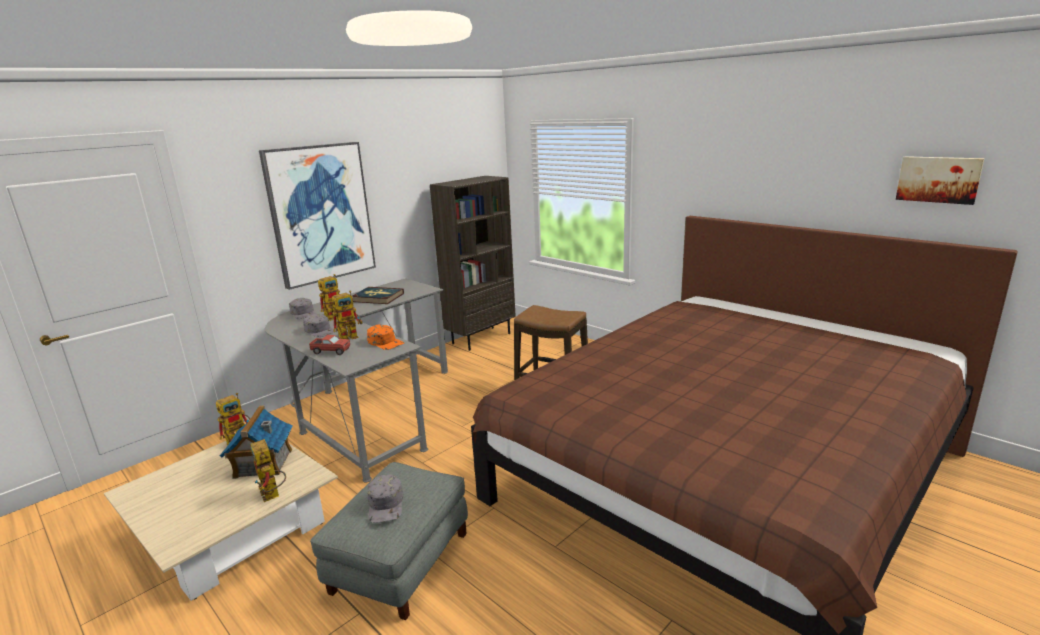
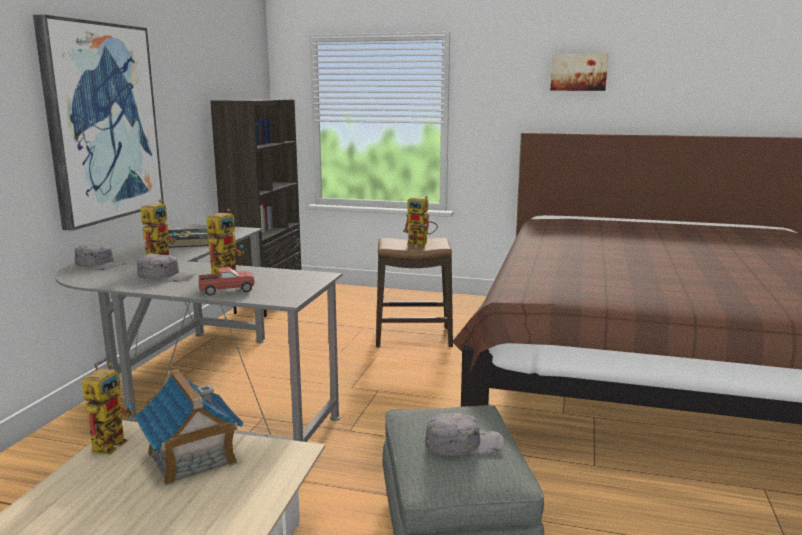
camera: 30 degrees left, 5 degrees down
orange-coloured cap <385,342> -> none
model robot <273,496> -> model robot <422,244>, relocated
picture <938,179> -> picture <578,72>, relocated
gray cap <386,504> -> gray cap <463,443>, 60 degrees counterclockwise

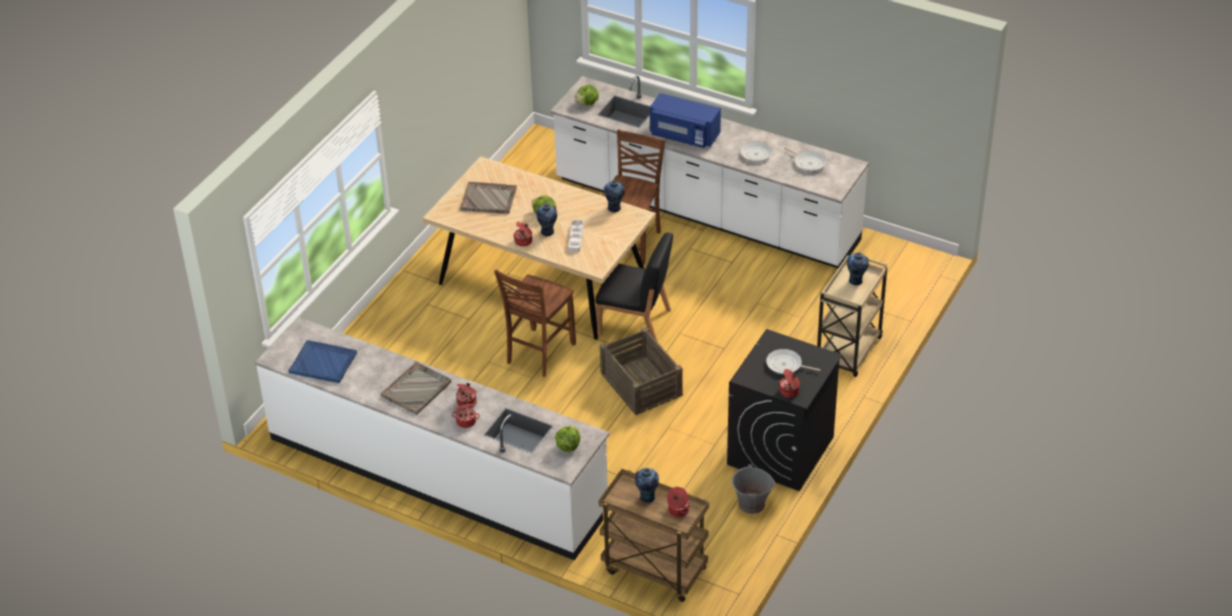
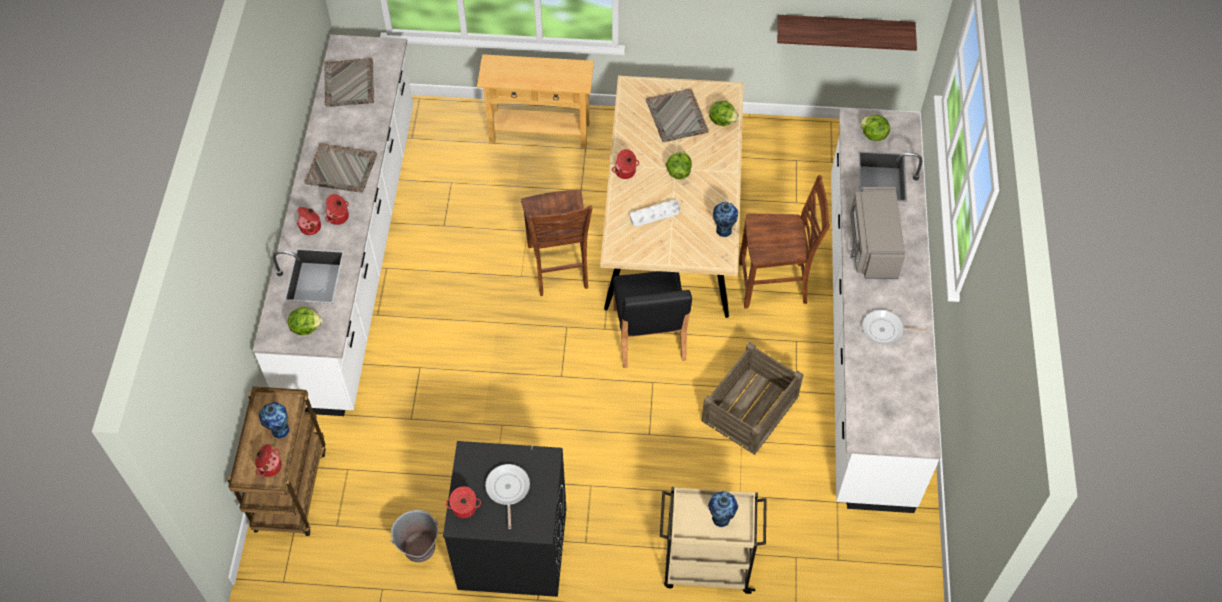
camera: 65 degrees right, 15 degrees up
decorative vase <547,232> -> none
frying pan <808,162> -> none
none -> beige narrow table <539,132>
none -> lettuce <722,120>
none -> bracket shelf <844,29>
crate <641,384> -> crate <749,408>, relocated
blue carrying tray <323,363> -> gray carrying tray <349,84>
blue microwave <684,135> -> gray microwave <872,246>
brownish chair <538,354> -> brownish chair <559,268>, 105 degrees counterclockwise

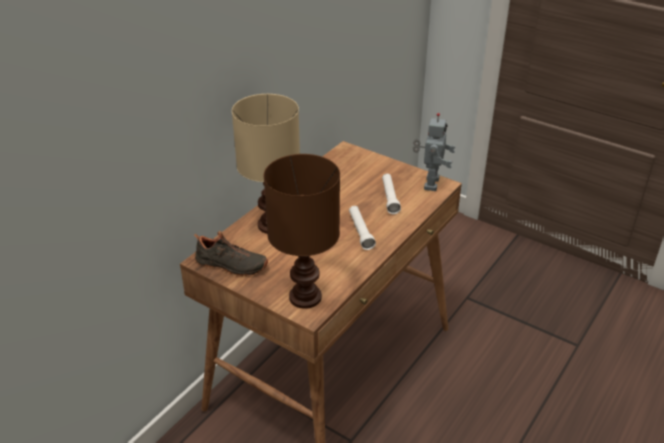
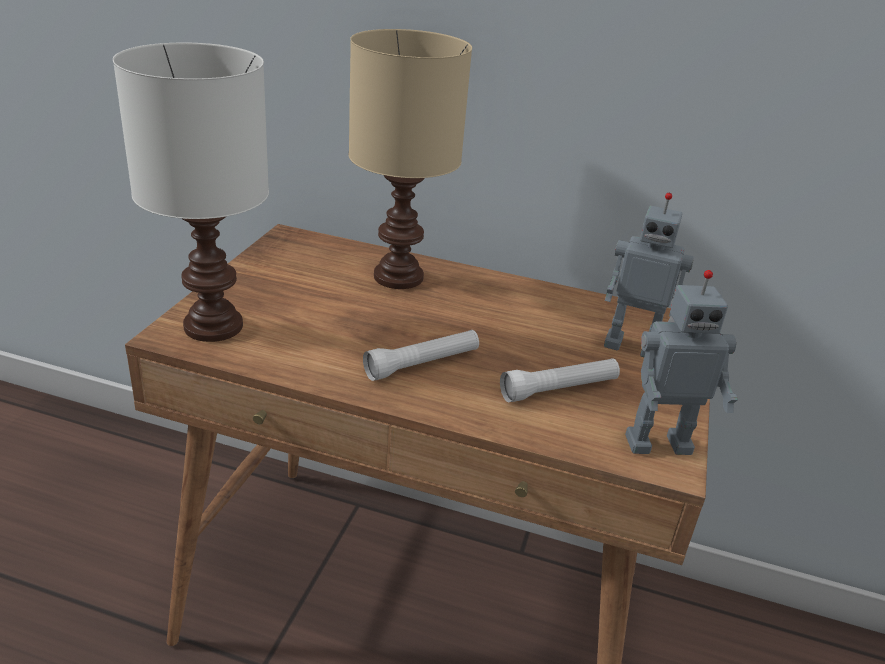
camera: 70 degrees right, 5 degrees down
black-coloured shoe <230,266> -> none
none -> model robot <631,346>
brownish lamp for a table <306,297> -> white lamp for a table <213,327>

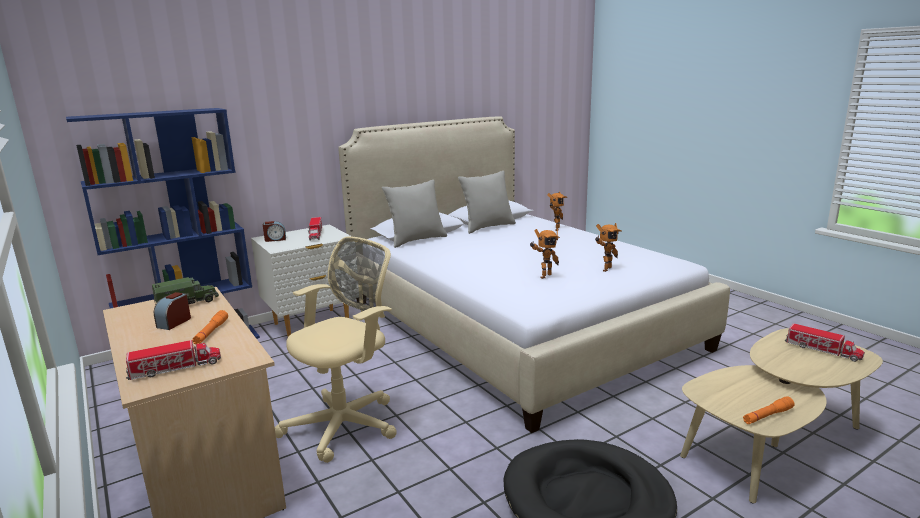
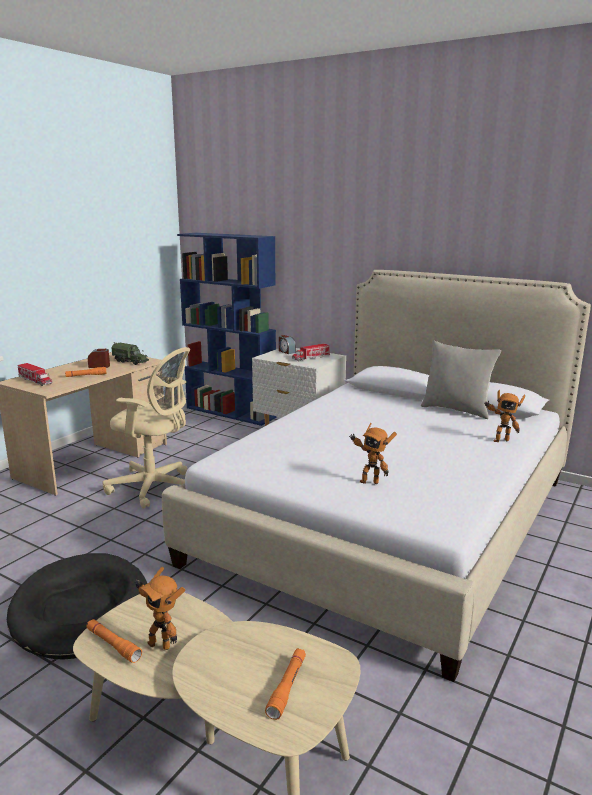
camera: 65 degrees right, 0 degrees up
gray throw pillow <416,240> -> none
model robot <544,276> -> model robot <160,644>, relocated
toy truck <822,350> -> orange-coloured hand torch <287,687>

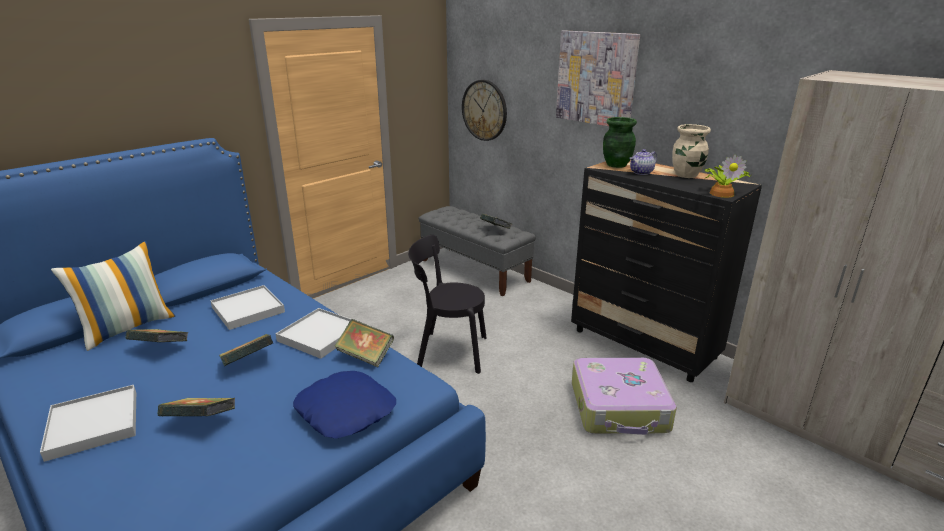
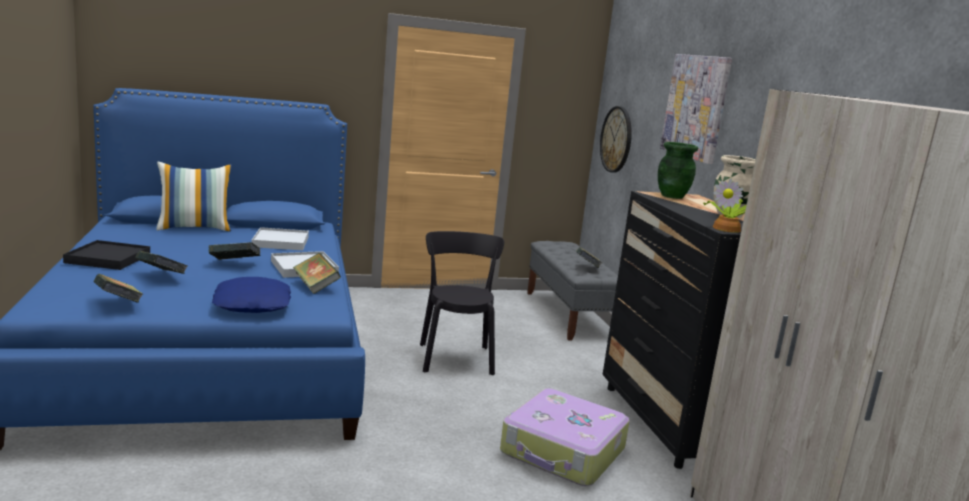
camera: 30 degrees right, 10 degrees down
teapot <641,172> -> none
volume <161,349> -> volume <118,304>, relocated
white carrying tray <93,425> -> black-coloured carrying tray <108,258>
black-coloured chair <448,352> -> black-coloured chair <456,357>, 45 degrees clockwise

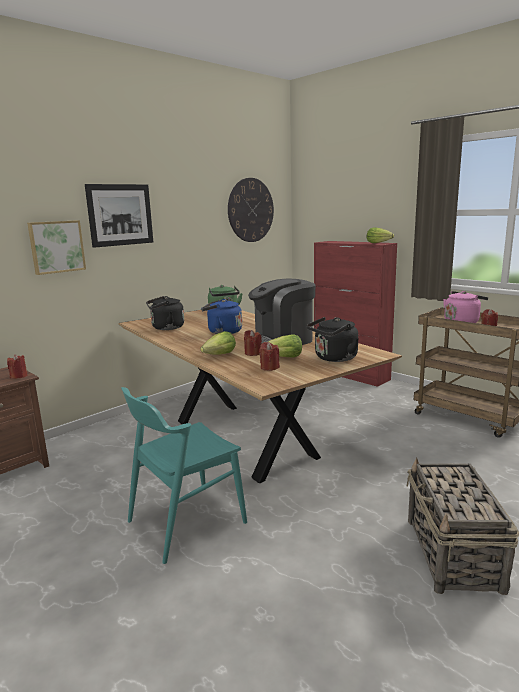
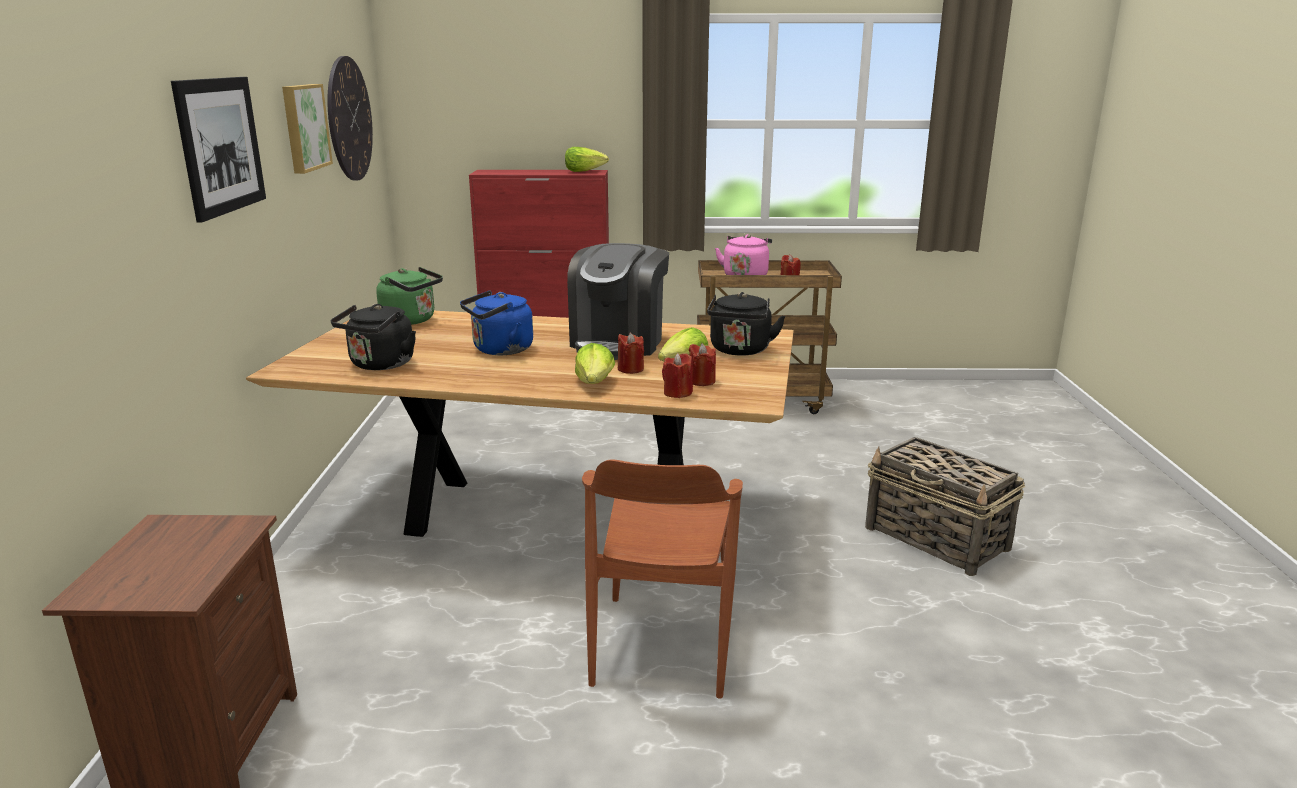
camera: 45 degrees left, 5 degrees up
red wax candle <19,376> -> red wax candle <677,393>, relocated
picture <56,246> -> picture <304,127>, relocated
blue-green chair <186,521> -> brownish chair <663,644>

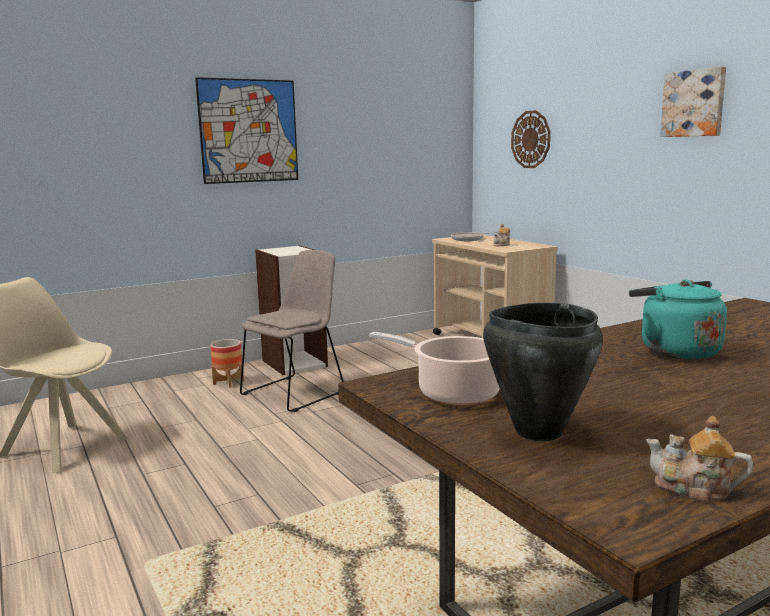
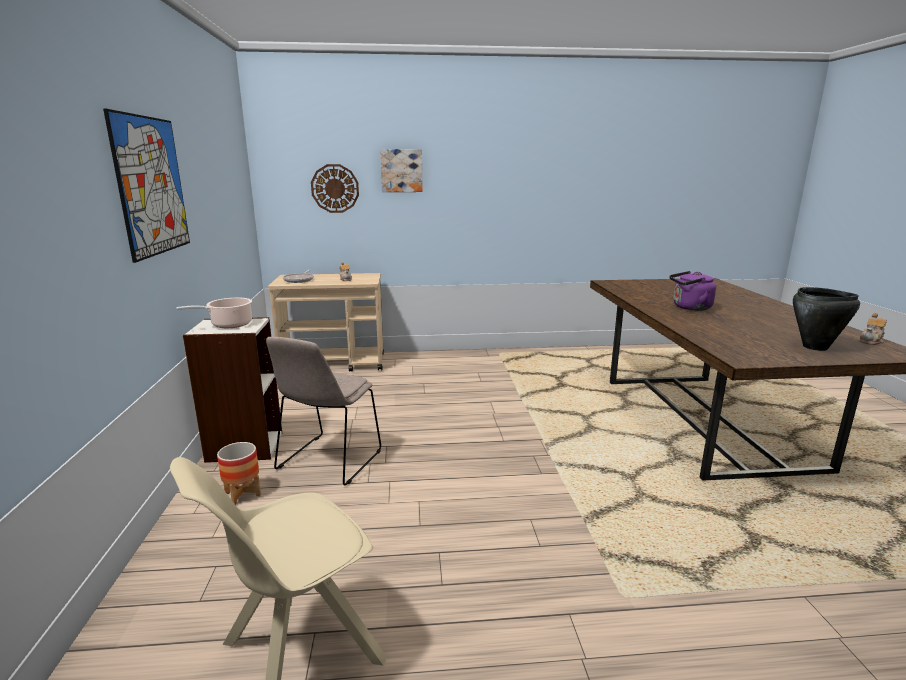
camera: 65 degrees left, 5 degrees up
saucepot <453,393> -> saucepot <229,325>, relocated
picture <694,103> -> picture <401,170>, relocated
blue-green water kettle <674,351> -> purple water kettle <689,308>
beige chair <295,392> -> beige chair <328,461>, 135 degrees counterclockwise

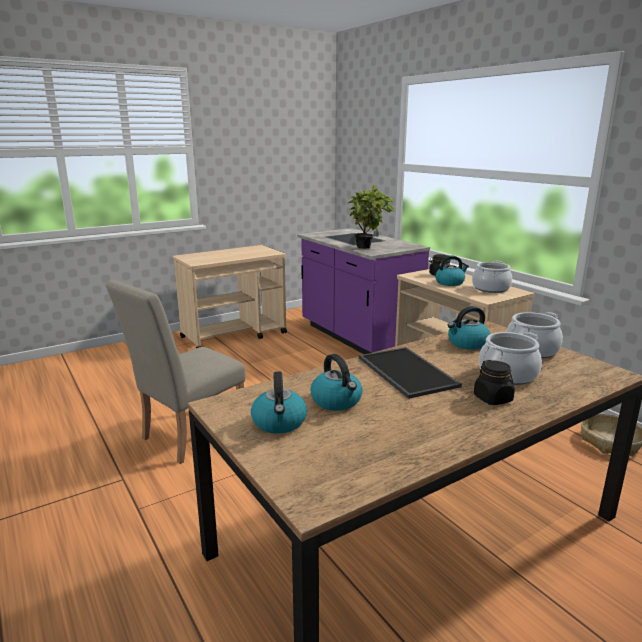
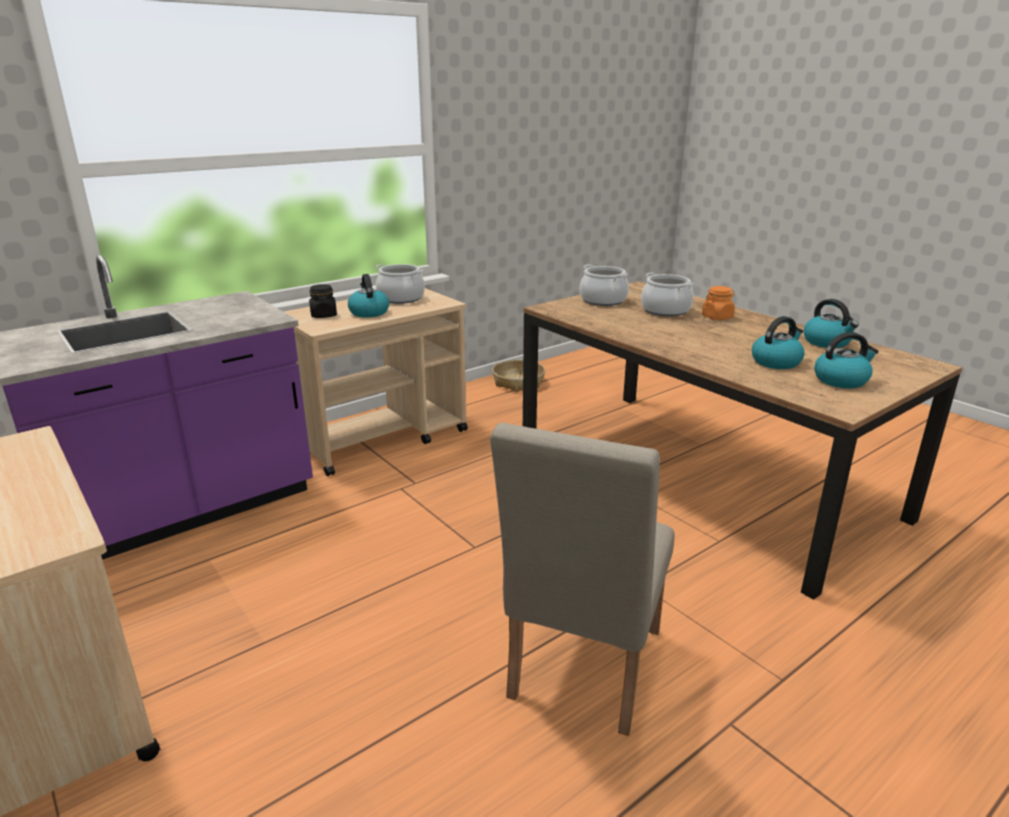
camera: 95 degrees left, 5 degrees up
plant in a pot <368,248> -> none
carrying tray <404,371> -> none
water kettle <467,344> -> water kettle <827,342>, relocated
black-coloured preserve jar <493,399> -> orange-coloured preserve jar <717,317>
beige chair <187,436> -> beige chair <581,672>, 75 degrees clockwise

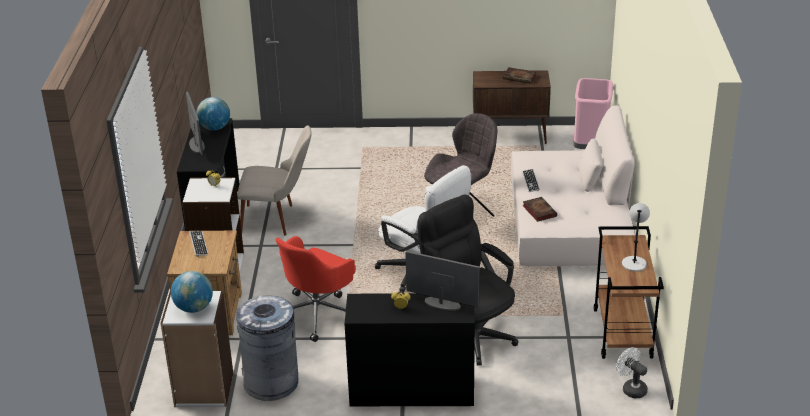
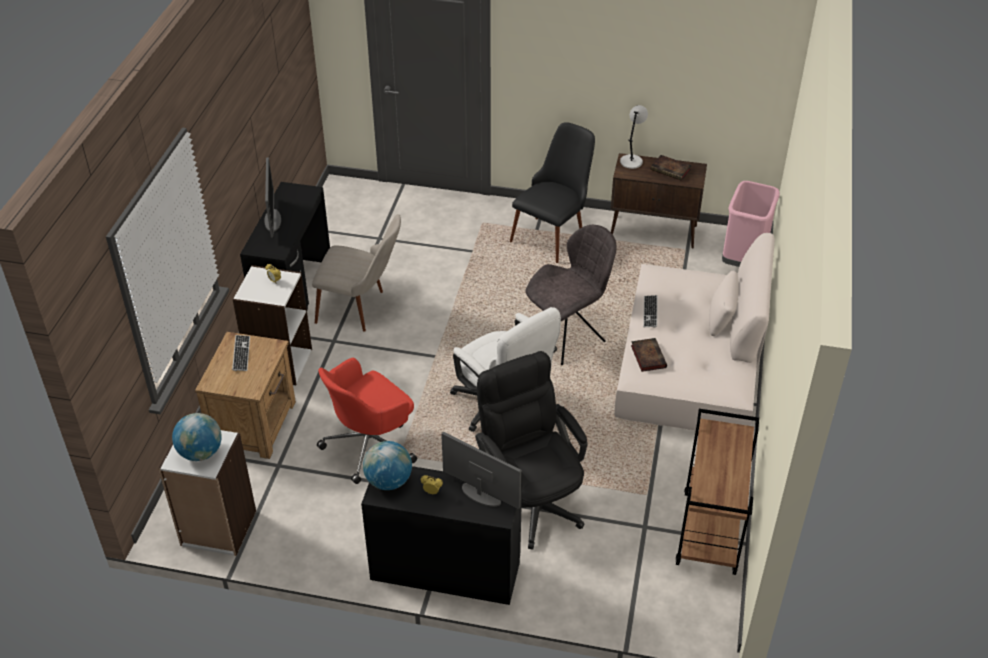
camera: 10 degrees right, 10 degrees up
gray waste bin <271,382> -> none
white fan <631,388> -> none
none -> black-coloured chair <553,233>
globe <214,128> -> globe <388,481>, relocated
gray lamp for a table <634,263> -> gray lamp for a table <631,161>, relocated

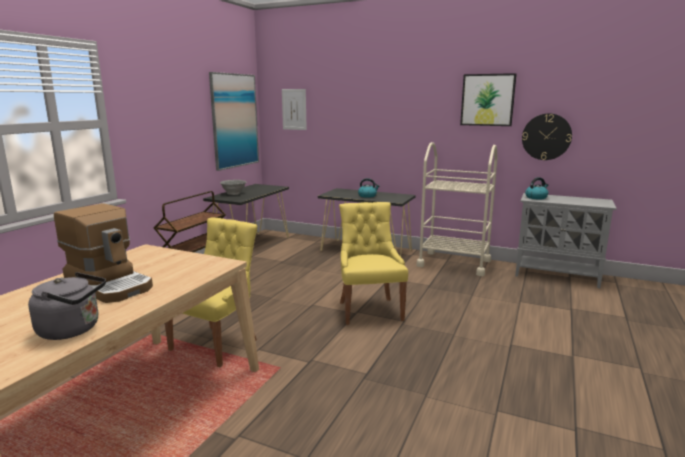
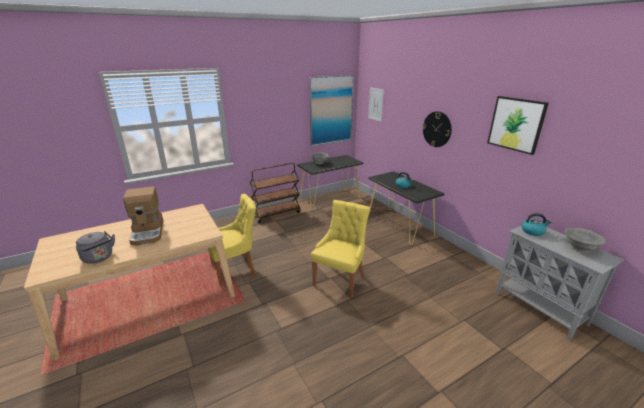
camera: 35 degrees right, 10 degrees up
beige wheeled cart <454,263> -> none
none -> gray serving bowl <579,248>
hanging clock <546,136> -> hanging clock <437,129>, relocated

